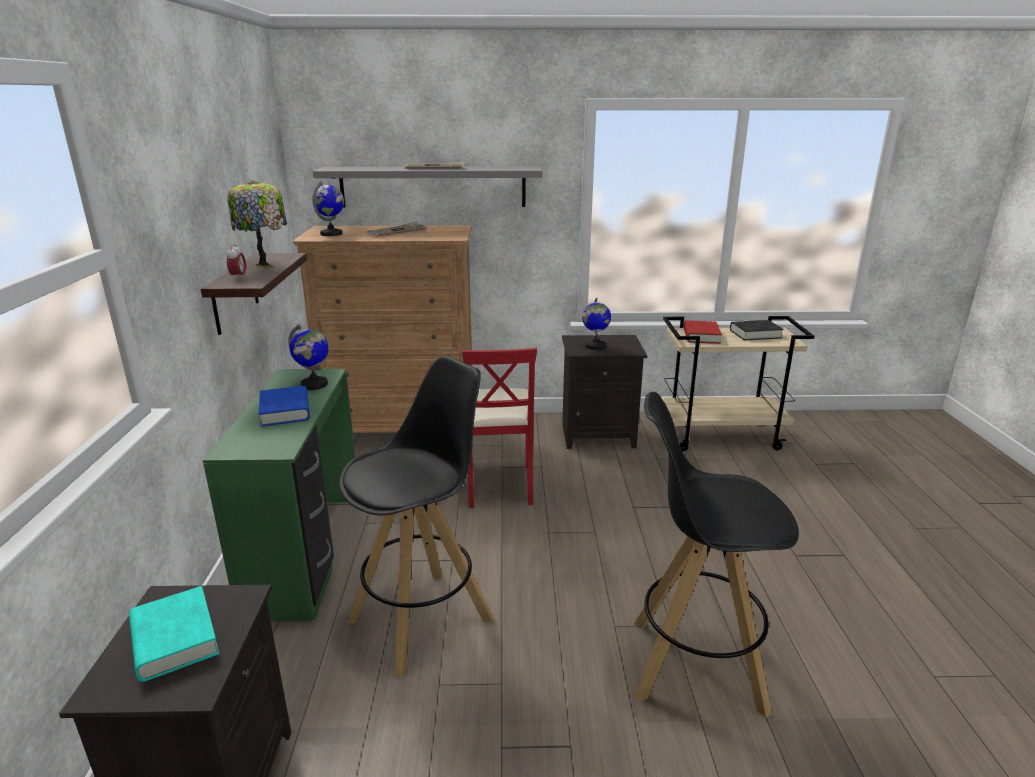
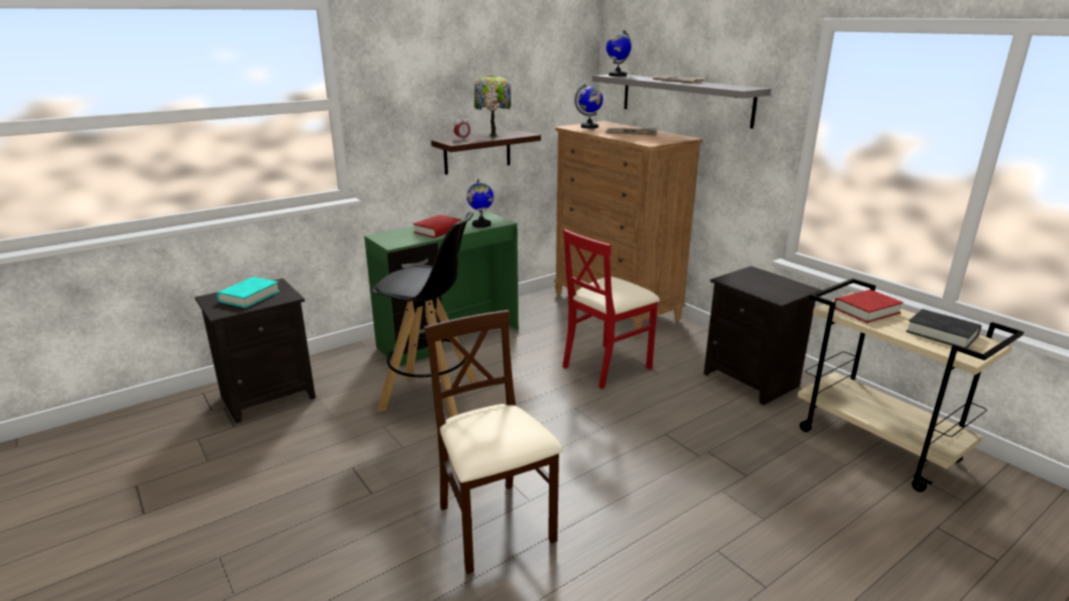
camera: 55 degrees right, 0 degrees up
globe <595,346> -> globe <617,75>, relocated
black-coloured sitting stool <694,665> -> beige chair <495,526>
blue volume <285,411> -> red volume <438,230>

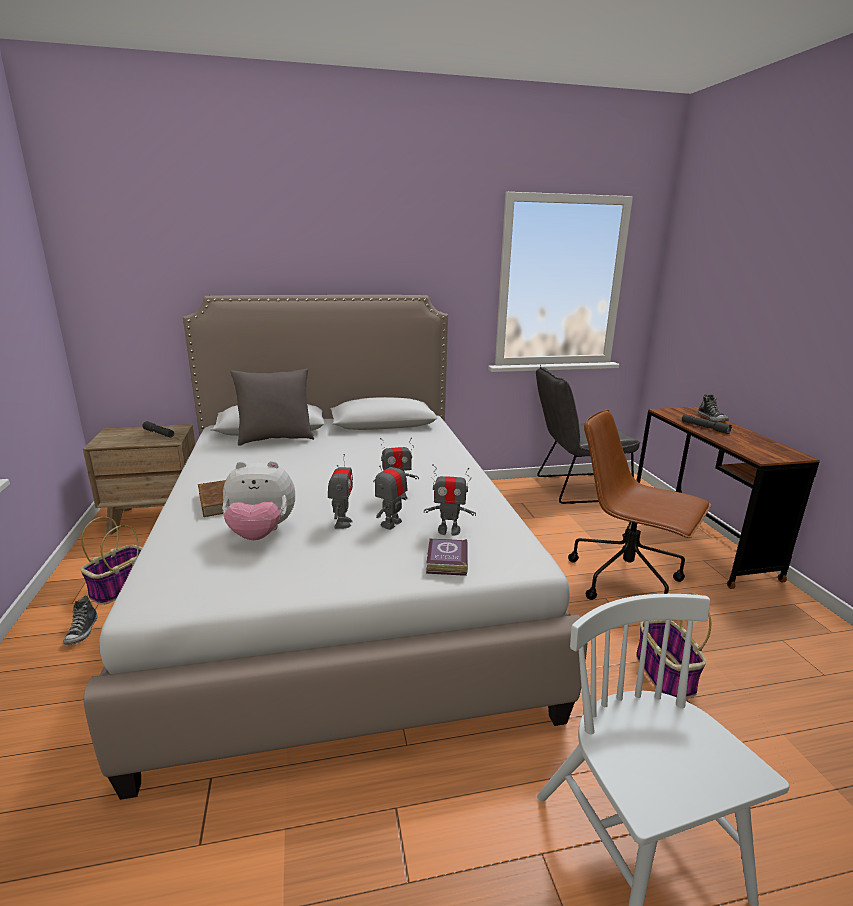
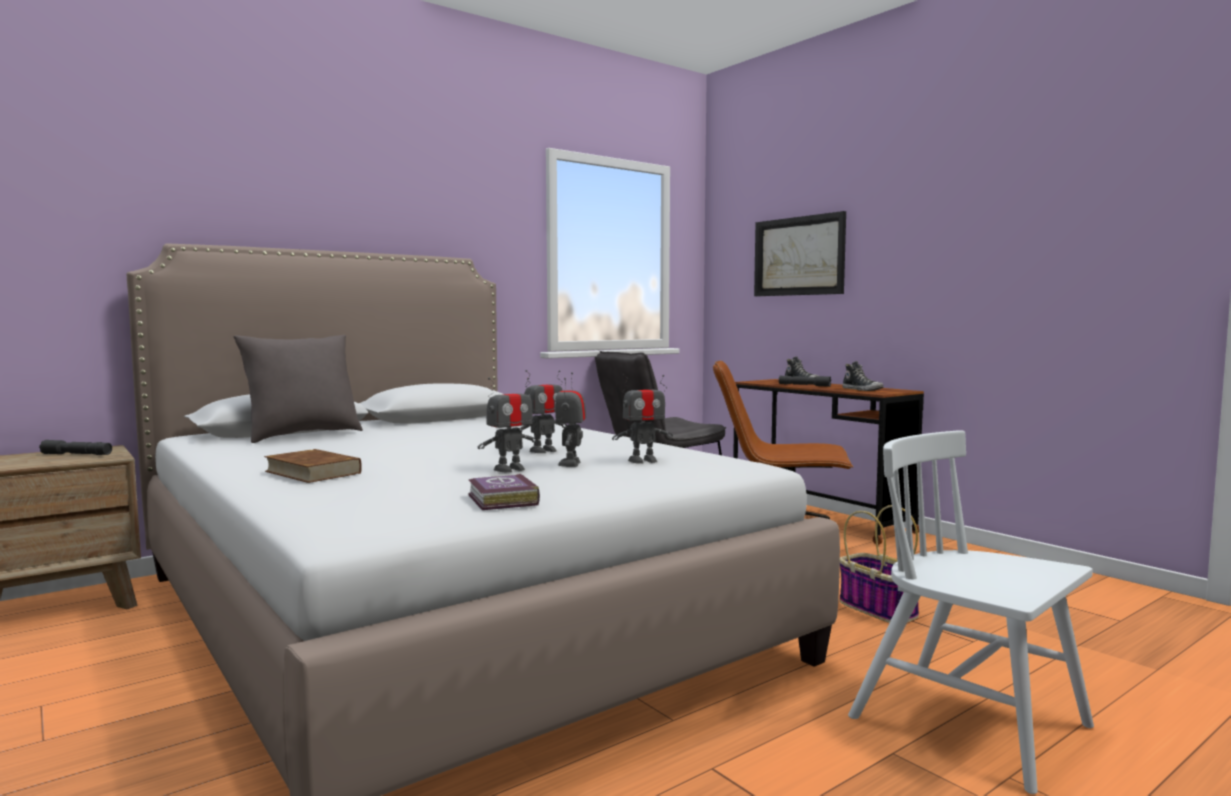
camera: 25 degrees left, 15 degrees down
basket <121,587> -> none
plush toy <261,533> -> none
none -> picture <799,256>
shoe <82,631> -> shoe <862,390>, relocated
volume <446,561> -> volume <501,500>, relocated
model robot <342,523> -> model robot <509,469>, 75 degrees clockwise

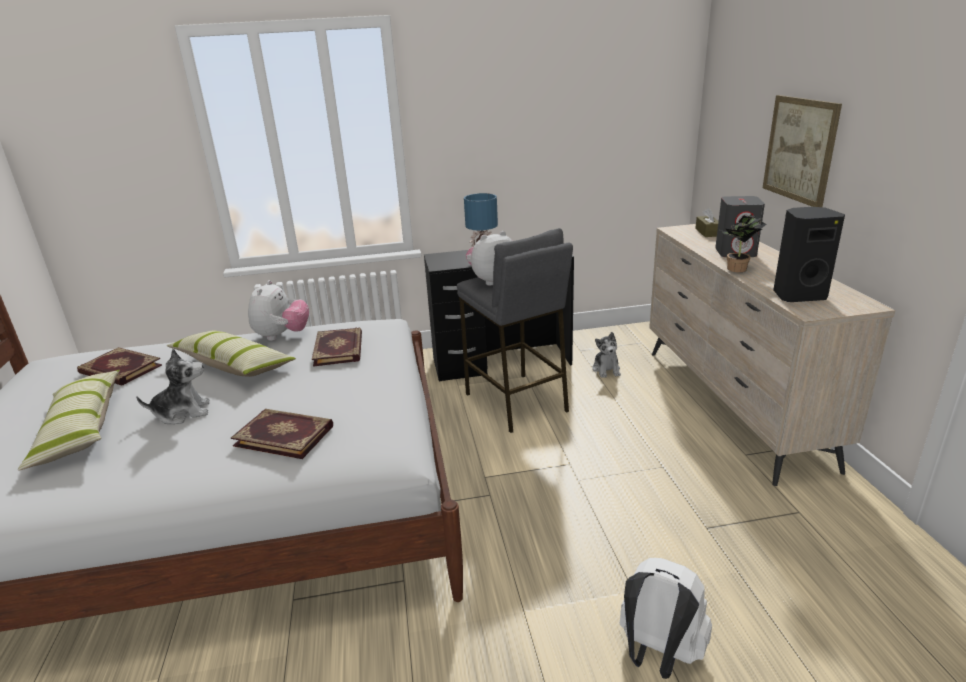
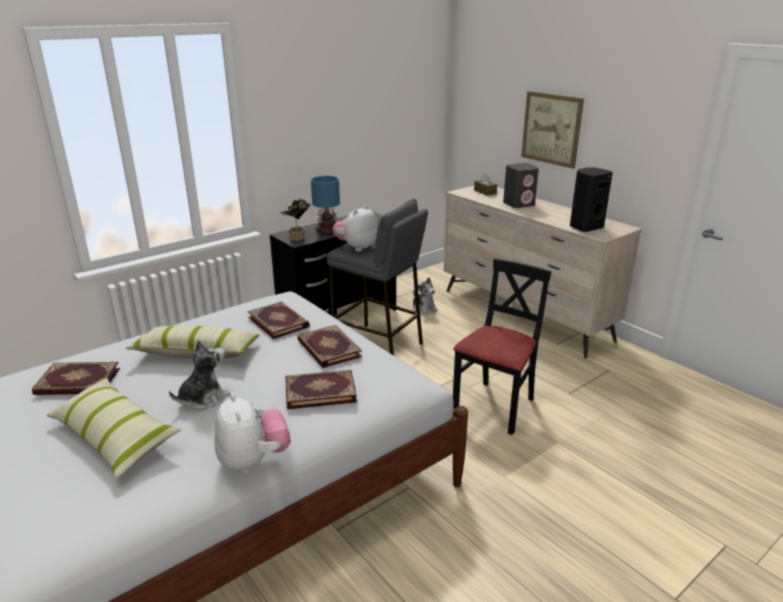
camera: 30 degrees left, 0 degrees up
white backpack <658,654> -> none
none -> volume <328,349>
none -> black-coloured chair <495,406>
plush toy <282,336> -> plush toy <253,461>, relocated
plant in a pot <737,270> -> plant in a pot <297,239>, relocated

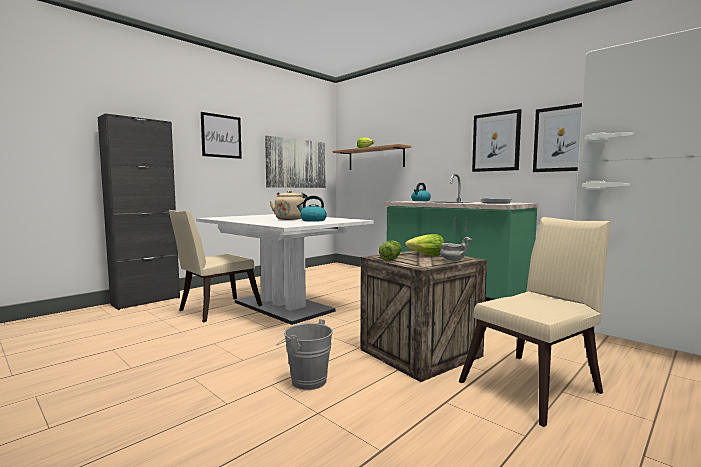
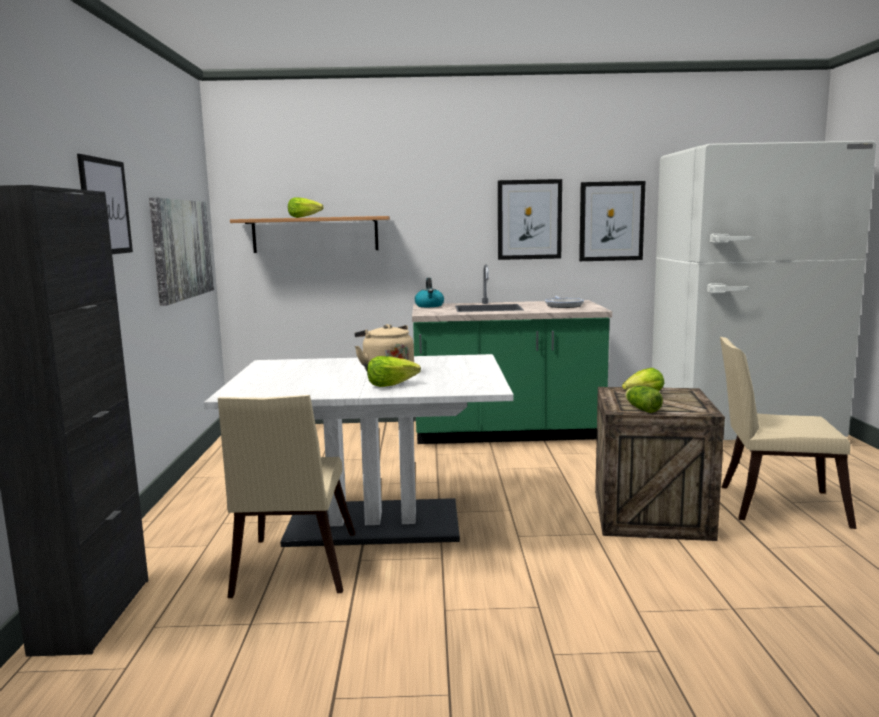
camera: 45 degrees left, 5 degrees up
gray bucket <305,380> -> none
water kettle <312,220> -> none
gray serving bowl <454,260> -> none
none -> lettuce <391,385>
beige chair <536,385> -> beige chair <773,505>, 90 degrees counterclockwise

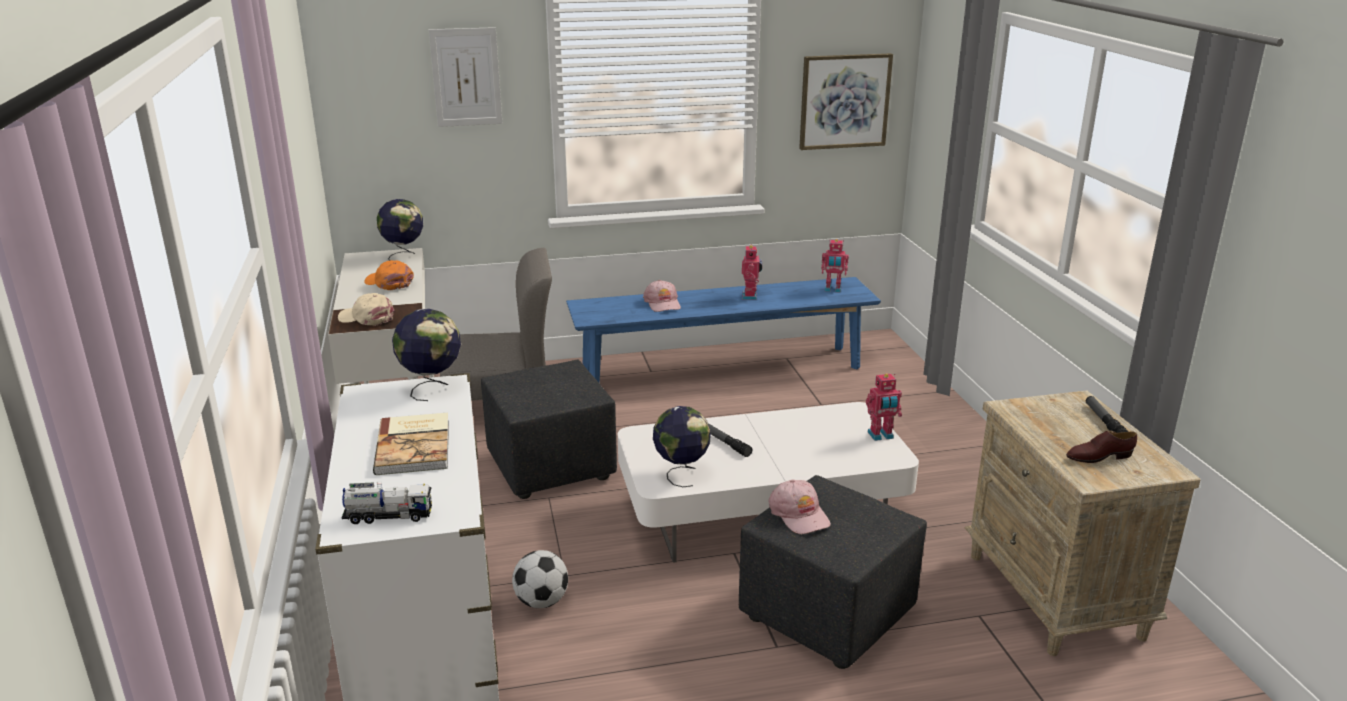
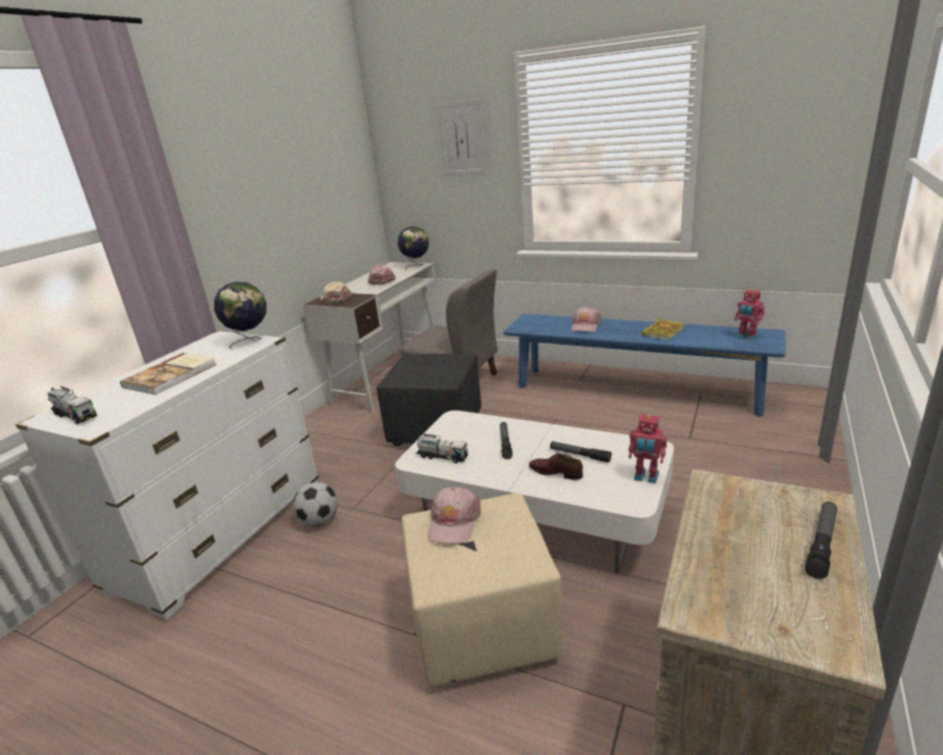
camera: 40 degrees right, 0 degrees up
picture <844,101> -> none
none -> hand torch <579,455>
brownish shoe <1098,457> -> brownish shoe <555,472>, relocated
globe <681,474> -> toy truck <442,457>
model robot <751,296> -> volume <663,331>
orange-coloured cap <389,283> -> pinkish cap <381,280>
black-coloured pouffe <826,614> -> beige pouffe <484,625>

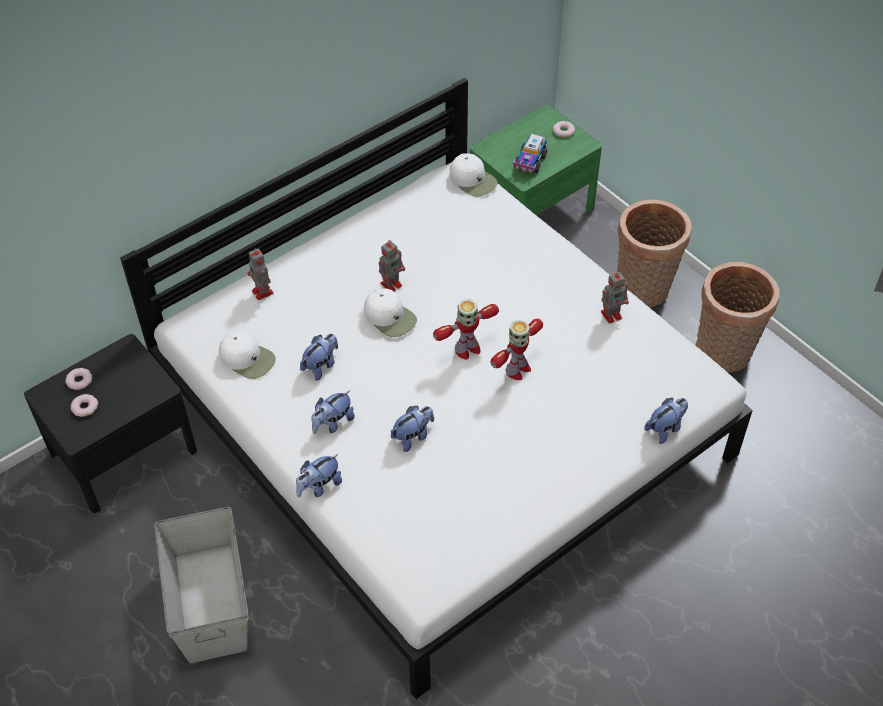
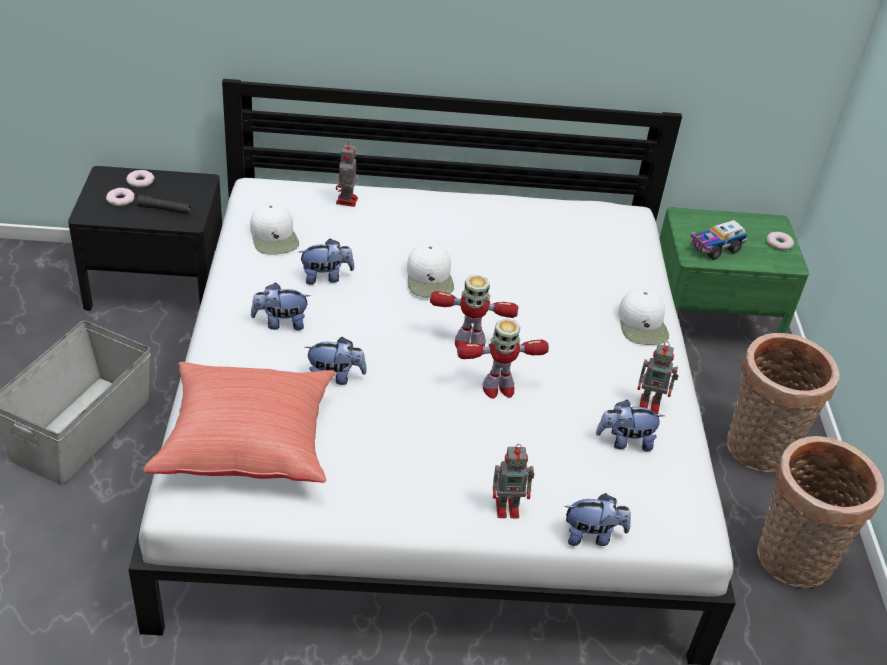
camera: 35 degrees right, 10 degrees down
none -> black-coloured hand torch <165,209>
none -> red throw pillow <247,443>
plush toy <319,486> -> plush toy <625,441>, relocated
model robot <392,284> -> model robot <509,508>, relocated
white cap <473,180> -> white cap <643,324>, relocated

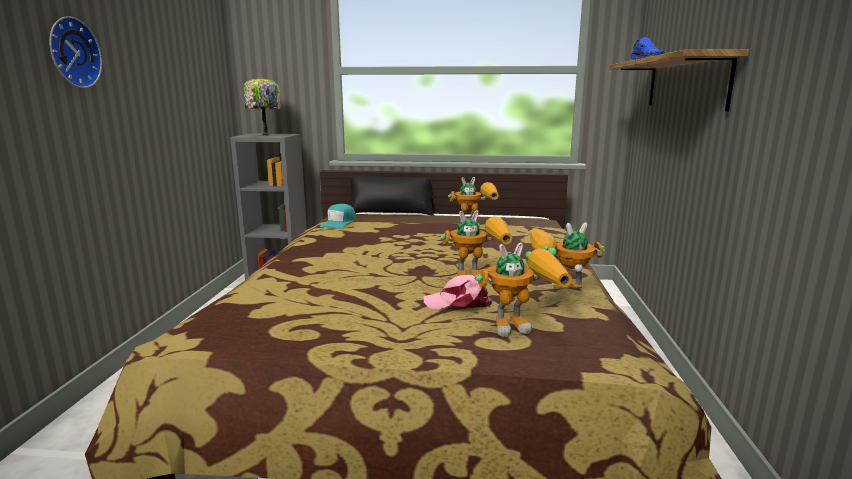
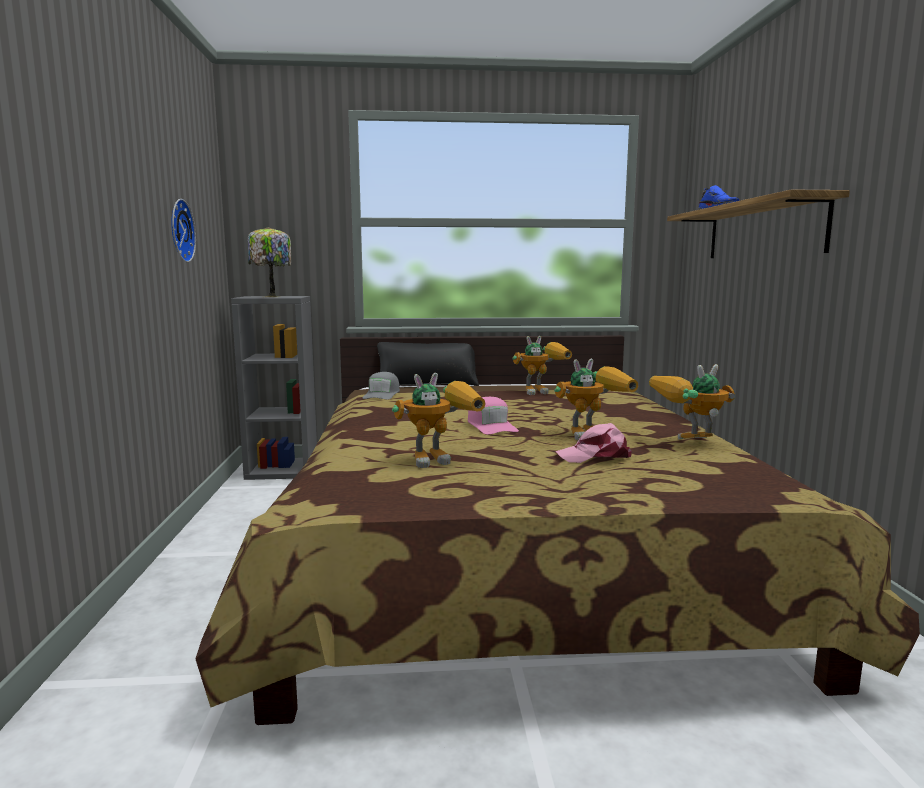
camera: 10 degrees left, 5 degrees down
none -> pinkish cap <491,426>
hanging clock <71,53> -> hanging clock <179,230>, relocated
model robot <522,325> -> model robot <442,459>, relocated
blue-green cap <339,223> -> gray cap <382,394>

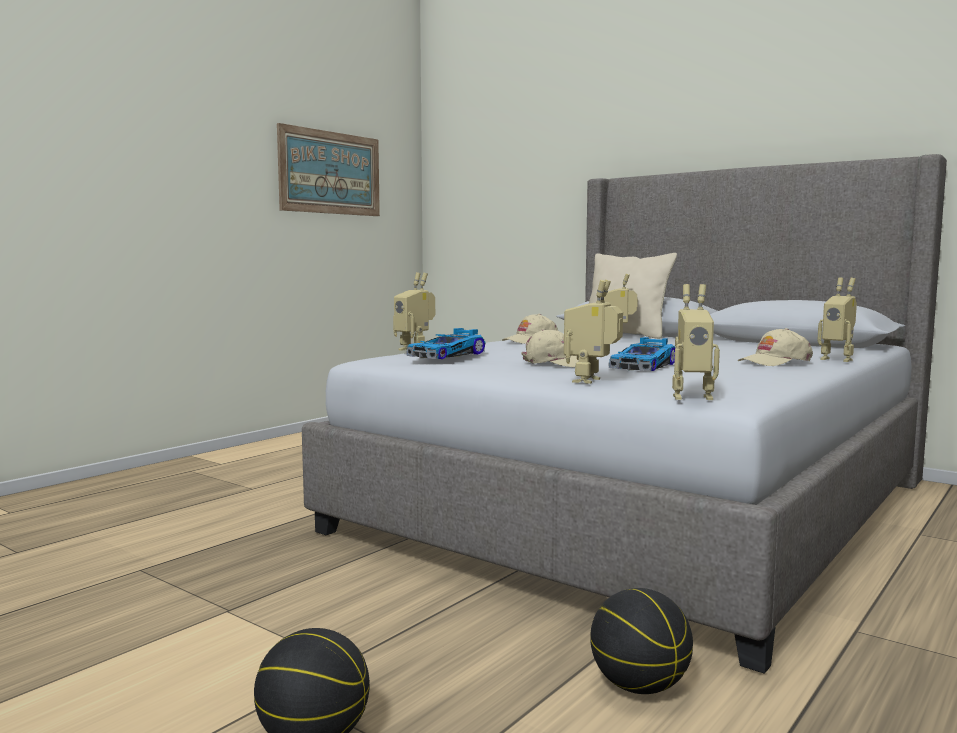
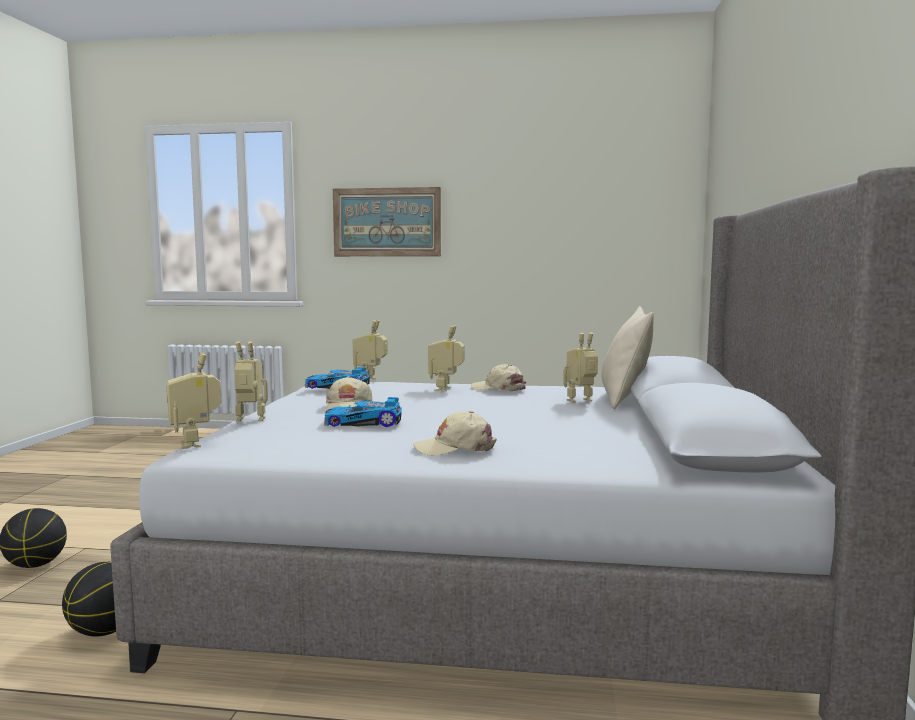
camera: 60 degrees right, 0 degrees up
picture <330,173> -> picture <387,222>, relocated
model robot <837,359> -> model robot <446,389>, relocated
beige cap <774,362> -> beige cap <455,448>, 45 degrees counterclockwise

